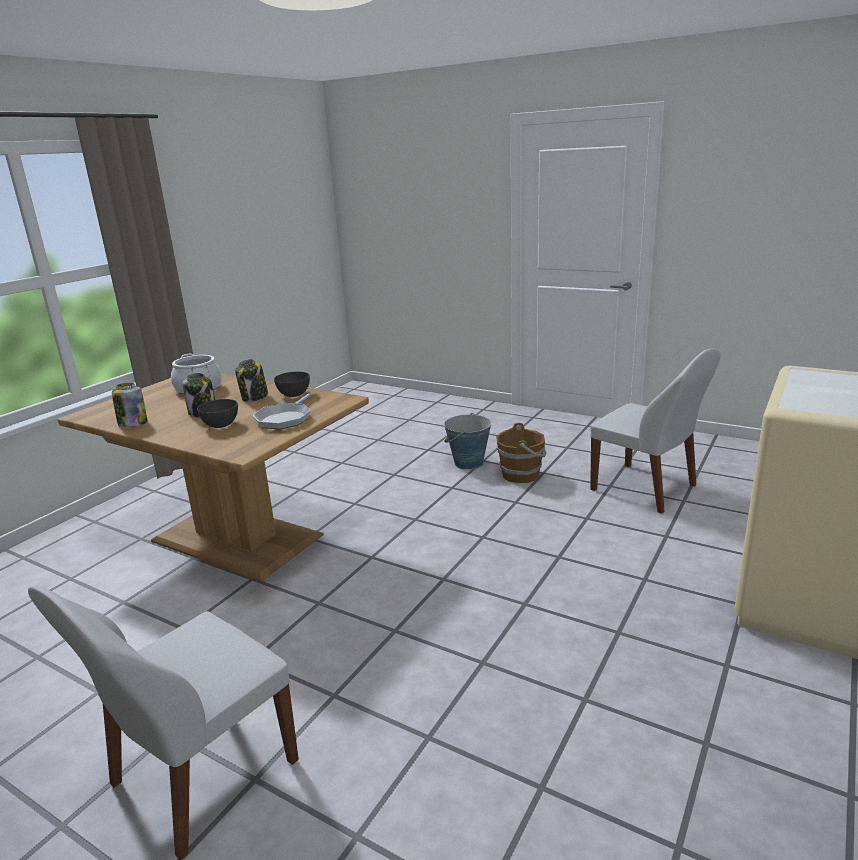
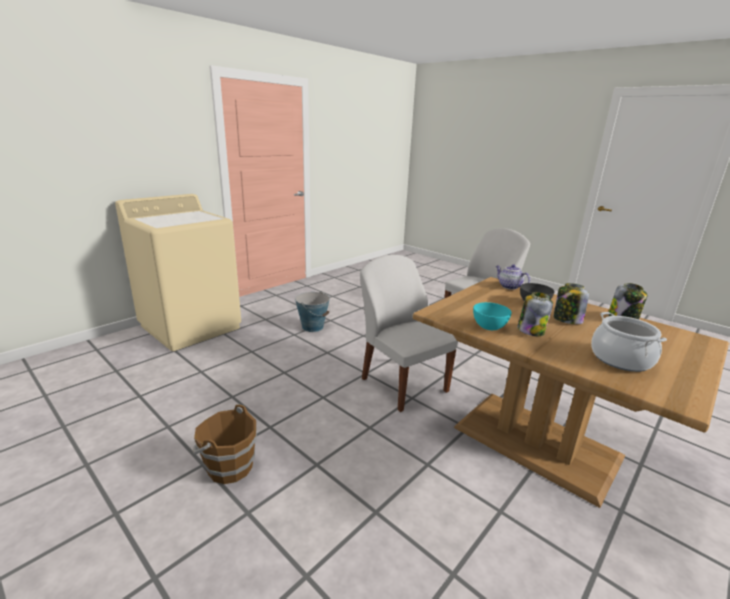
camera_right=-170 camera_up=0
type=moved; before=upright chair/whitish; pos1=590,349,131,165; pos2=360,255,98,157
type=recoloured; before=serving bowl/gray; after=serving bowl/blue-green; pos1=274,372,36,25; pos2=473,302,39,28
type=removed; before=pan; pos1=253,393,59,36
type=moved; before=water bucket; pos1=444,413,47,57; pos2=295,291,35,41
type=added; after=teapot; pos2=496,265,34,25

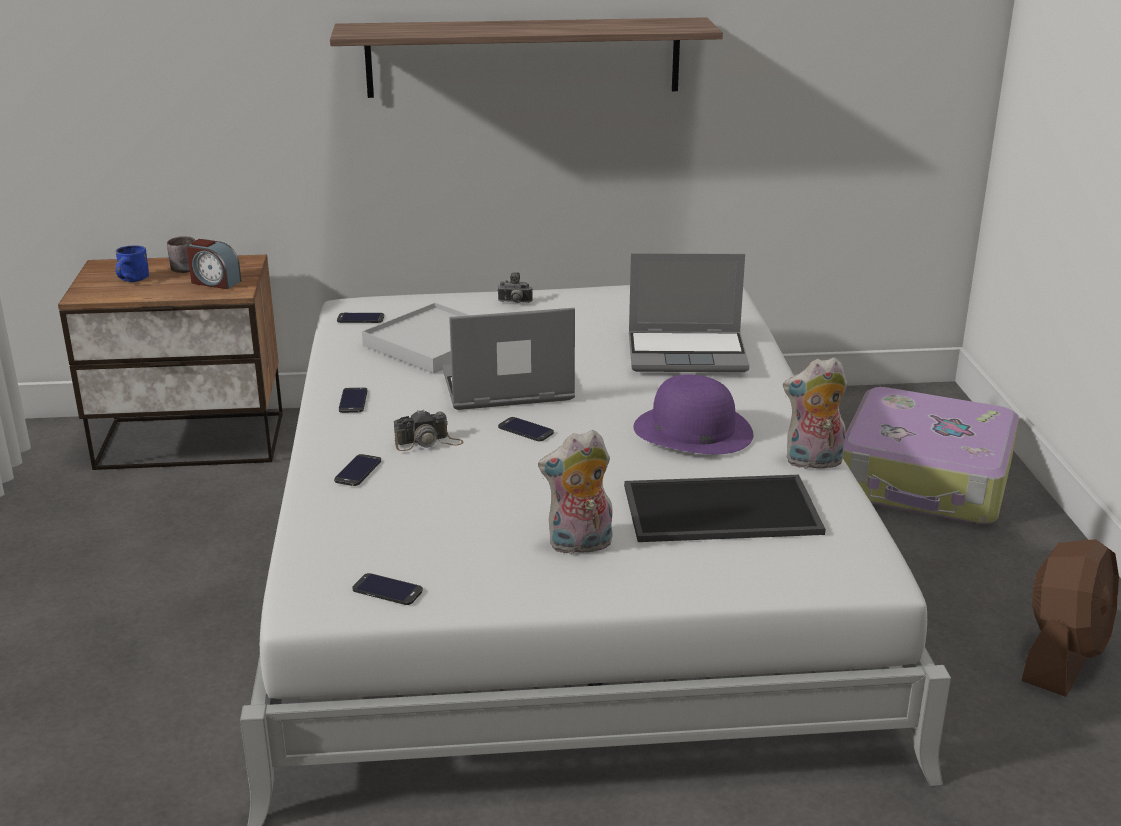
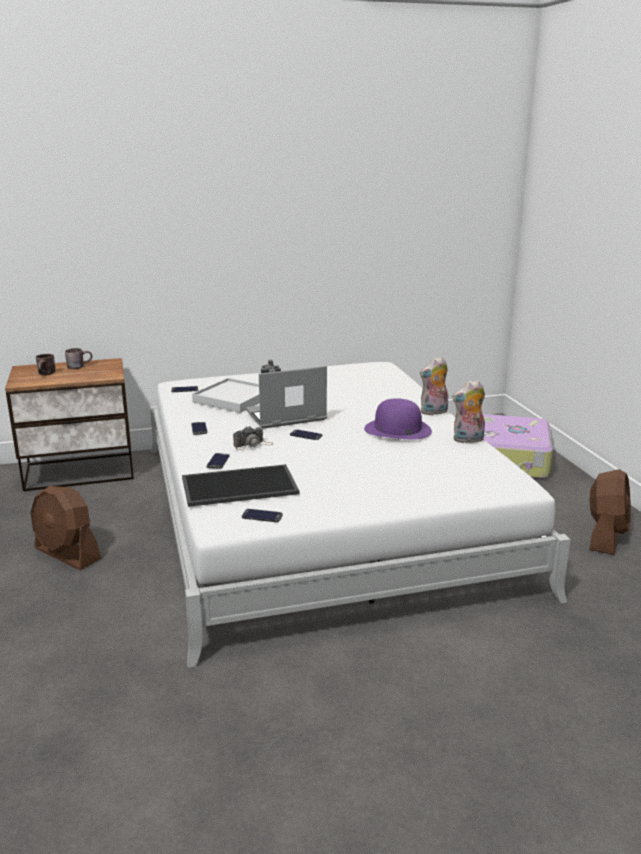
camera_right=-10 camera_up=-5
type=removed; before=wall shelf; pos1=330,17,393,81
type=removed; before=bedside clock; pos1=186,239,55,50
type=recoloured; before=tea mug/blue-coloured; after=tea mug/brownish; pos1=116,245,33,37; pos2=36,354,19,21
type=removed; before=laptop; pos1=629,253,120,119
type=moved; before=cuddly toy; pos1=538,430,75,125; pos2=420,356,28,59
type=moved; before=serving tray; pos1=624,475,201,67; pos2=182,464,118,43
type=added; after=electric fan/brownish; pos2=30,486,71,84

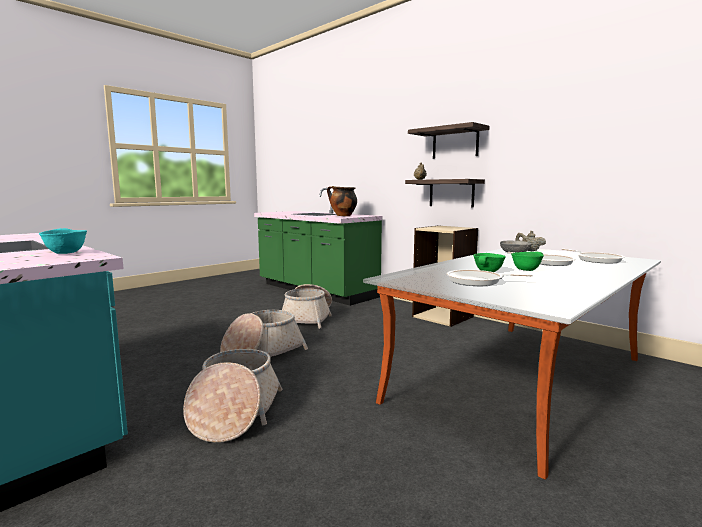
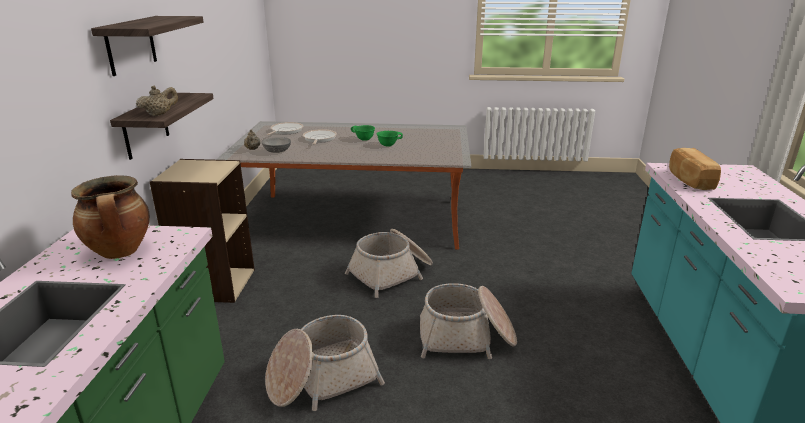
camera_right=-130 camera_up=15
type=replaced; before=serving bowl/blue-green; after=bread; pos1=39,228,48,26; pos2=669,148,52,42
type=removed; before=pan; pos1=447,270,86,16
type=moved; before=basket; pos1=183,349,100,94; pos2=345,229,88,69

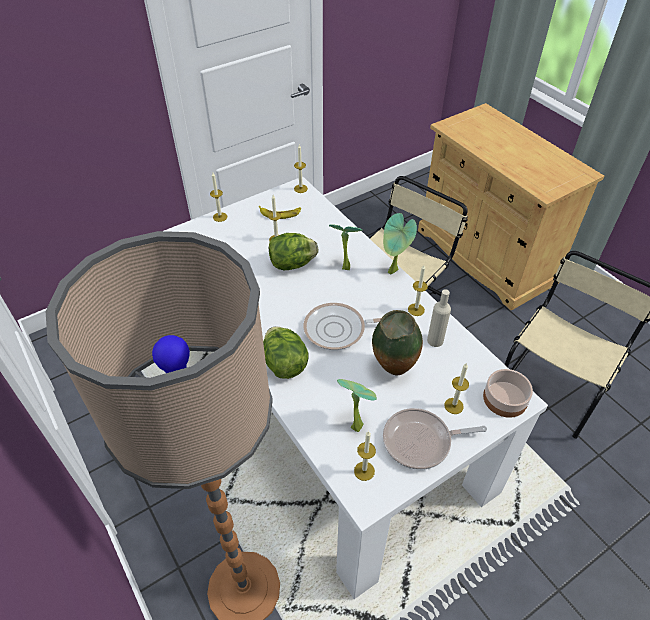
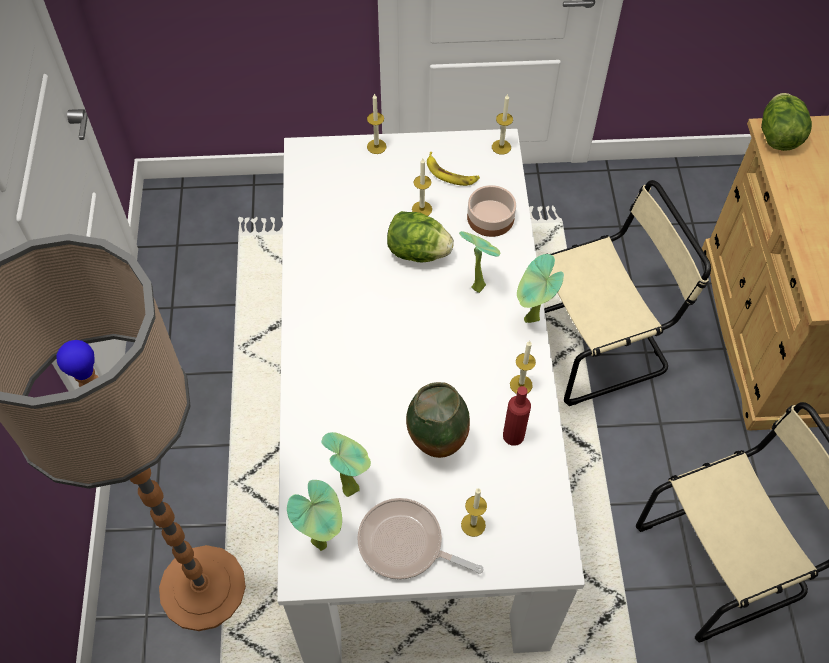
camera_right=30 camera_up=10
type=recoloured; before=beverage bottle/beige; after=beverage bottle/reddish; pos1=427,289,24,58; pos2=503,386,28,60
type=removed; before=pan; pos1=304,303,77,47
type=moved; before=head of lettuce; pos1=263,327,46,52; pos2=761,93,51,58
type=moved; before=serving bowl; pos1=483,369,50,49; pos2=467,185,49,52
type=replaced; before=wax candle; after=potted plant; pos1=354,431,22,50; pos2=287,480,55,71

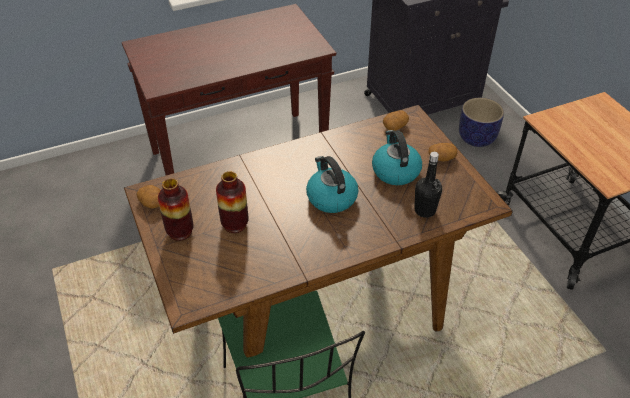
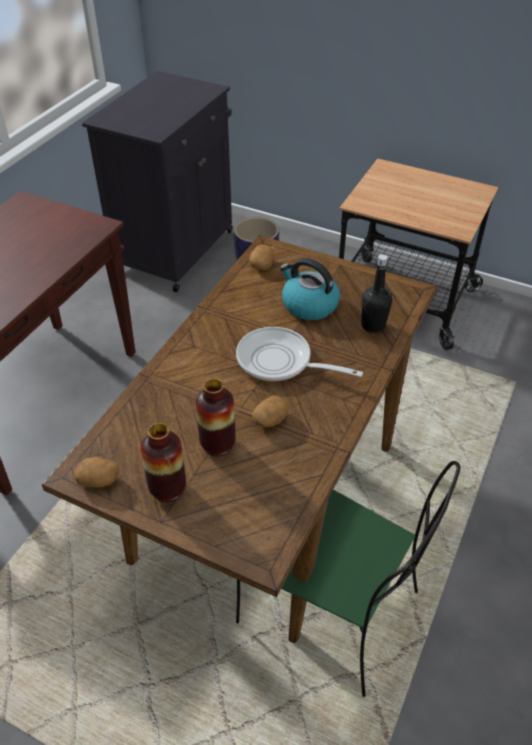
camera_right=-40 camera_up=0
type=moved; before=whole potato; pos1=428,143,30,19; pos2=252,396,37,32
type=replaced; before=water kettle; after=pan; pos1=306,156,52,57; pos2=236,327,127,54

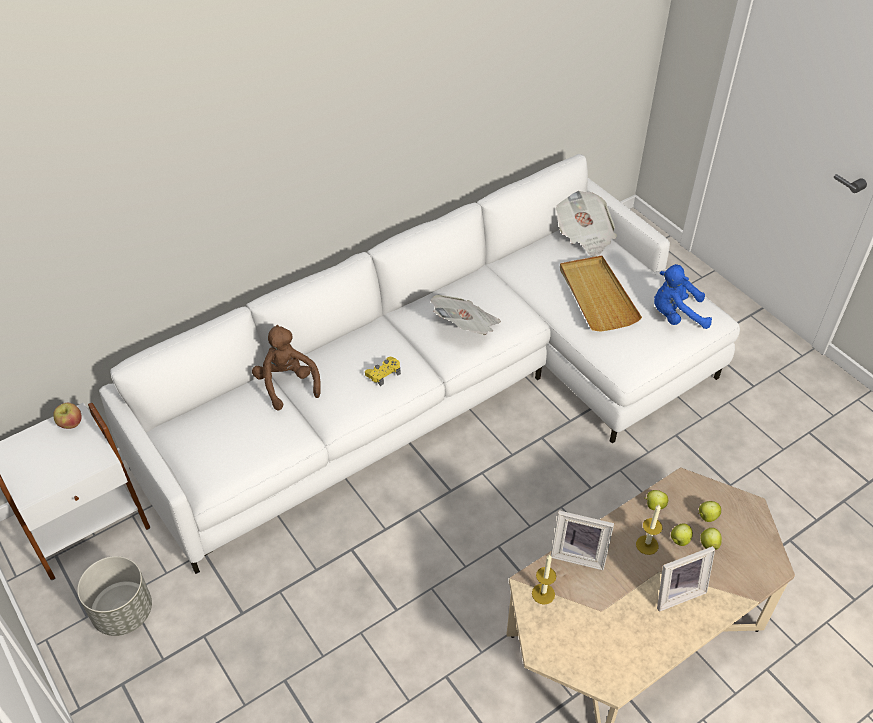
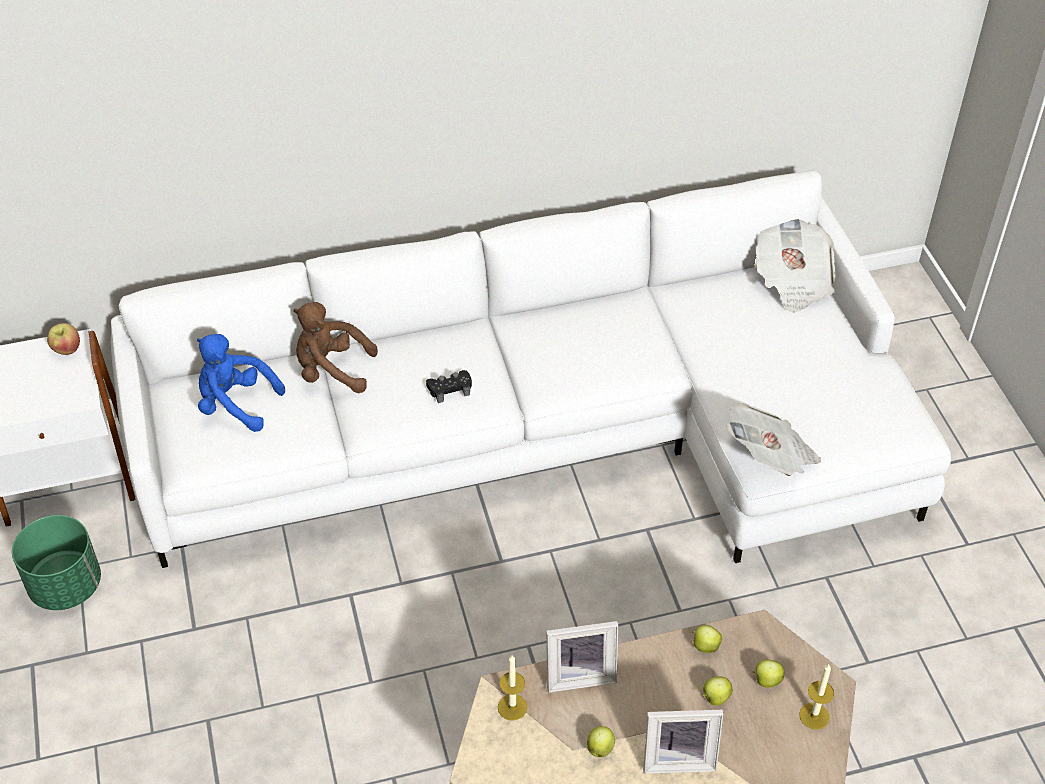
camera_right=20 camera_up=0
type=removed; before=serving tray/beige; pos1=560,256,82,75
type=moved; before=cuddly toy/blue-coloured; pos1=654,264,58,65; pos2=197,334,88,98
type=moved; before=newspaper; pos1=431,295,70,40; pos2=726,403,95,73
type=turned; before=cuddly toy/brownish; pos1=252,325,69,86; pos2=293,302,85,92; turn=-75
type=recoloured; before=joypad/yellow; after=joypad/black-coloured; pos1=365,357,36,29; pos2=426,370,46,33
type=moved; before=wax candle; pos1=636,505,26,50; pos2=799,664,35,65
type=turned; before=picture frame; pos1=551,510,63,60; pos2=546,621,72,71; turn=-45
type=moved; before=apple; pos1=700,528,22,22; pos2=587,726,28,31
type=recoloured; before=planter/gray; after=planter/greenish; pos1=77,556,75,80; pos2=12,515,89,95

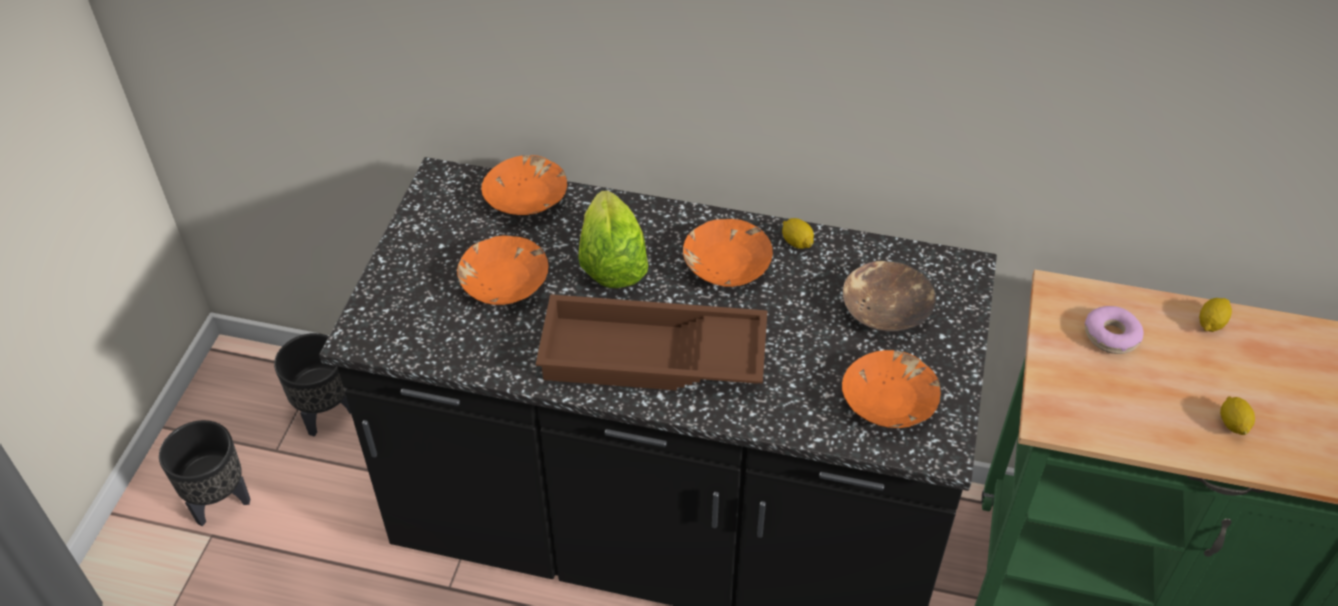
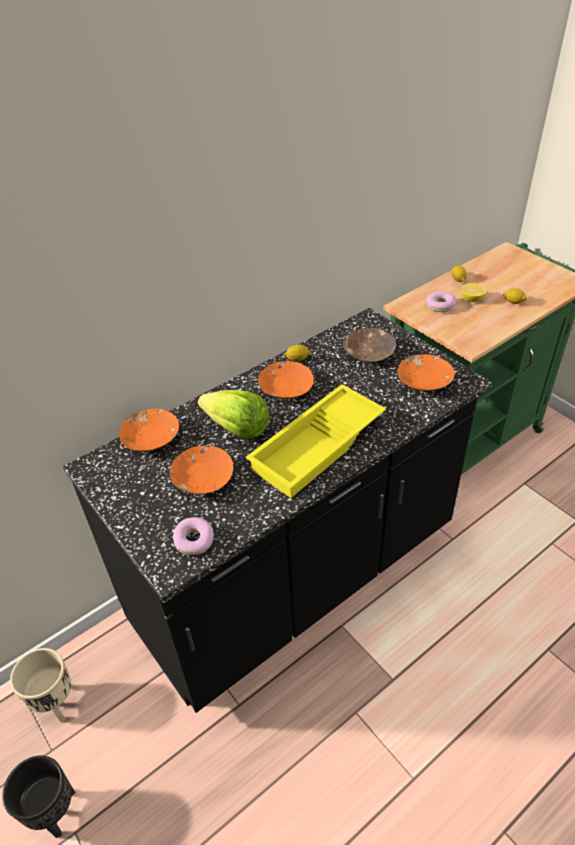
camera_right=-50 camera_up=-5
type=recoloured; before=serving tray/brownish; after=serving tray/yellow; pos1=536,294,232,97; pos2=246,384,140,114
type=recoloured; before=planter/black-coloured; after=planter/beige; pos1=274,333,77,104; pos2=10,648,63,74
type=added; after=citrus fruit; pos2=461,283,26,19
type=added; after=ring doughnut; pos2=173,517,41,38

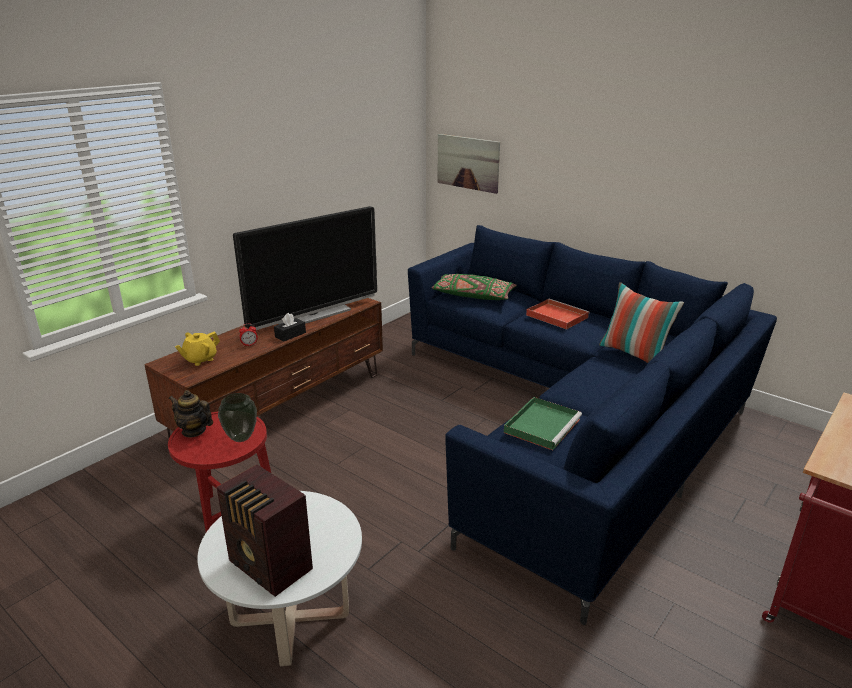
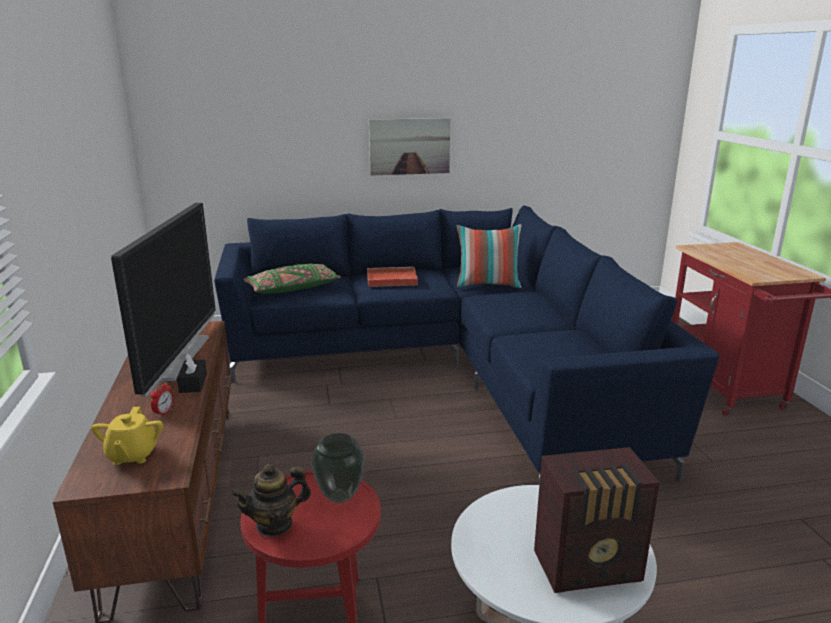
camera_right=-50 camera_up=-5
type=moved; before=wall art; pos1=437,134,63,60; pos2=369,118,81,57
type=removed; before=serving tray/greenish; pos1=504,397,78,53

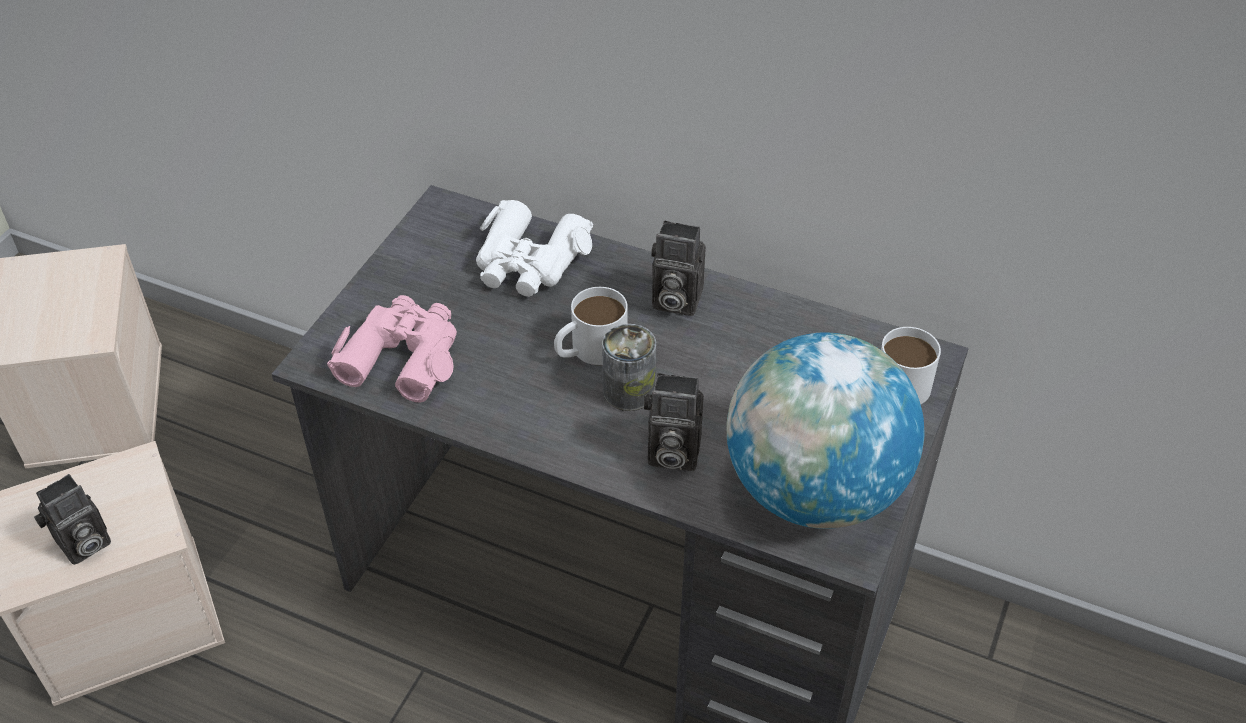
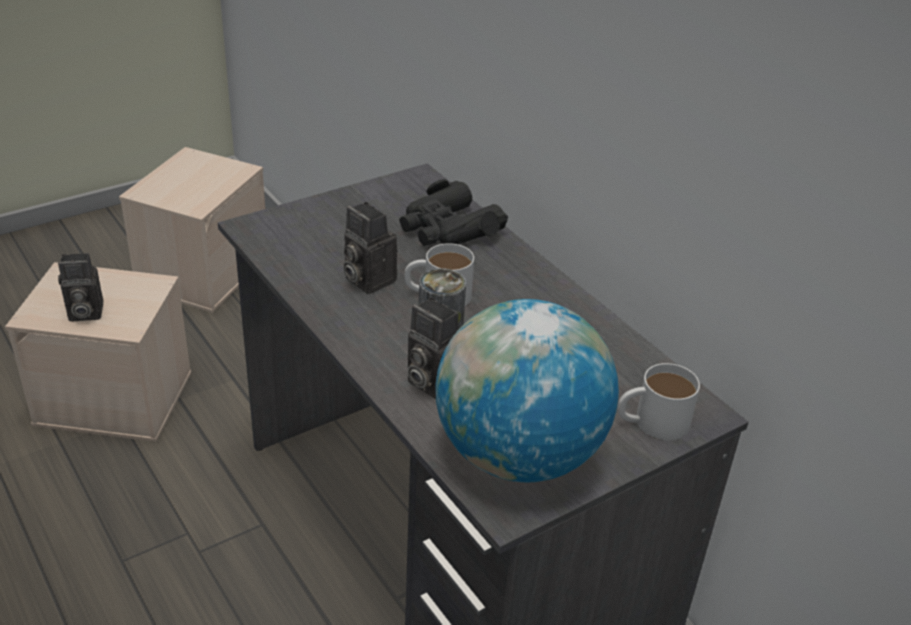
camera_right=30 camera_up=-10
type=recoloured; before=field glasses/whitish; after=field glasses/black-coloured; pos1=476,200,117,97; pos2=399,179,109,67
type=moved; before=photo camera; pos1=651,221,55,95; pos2=343,202,54,92
type=removed; before=field glasses/pink; pos1=327,295,130,107

